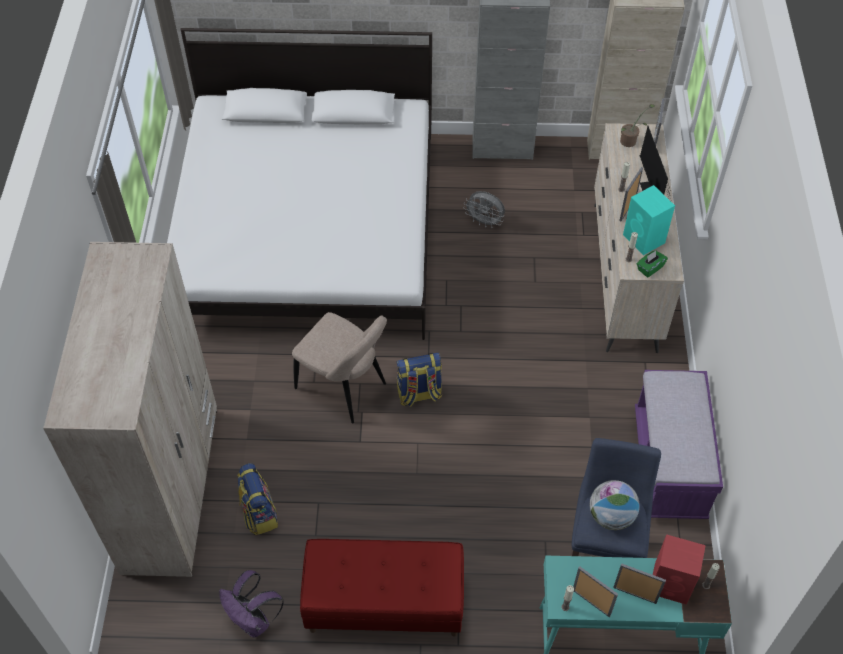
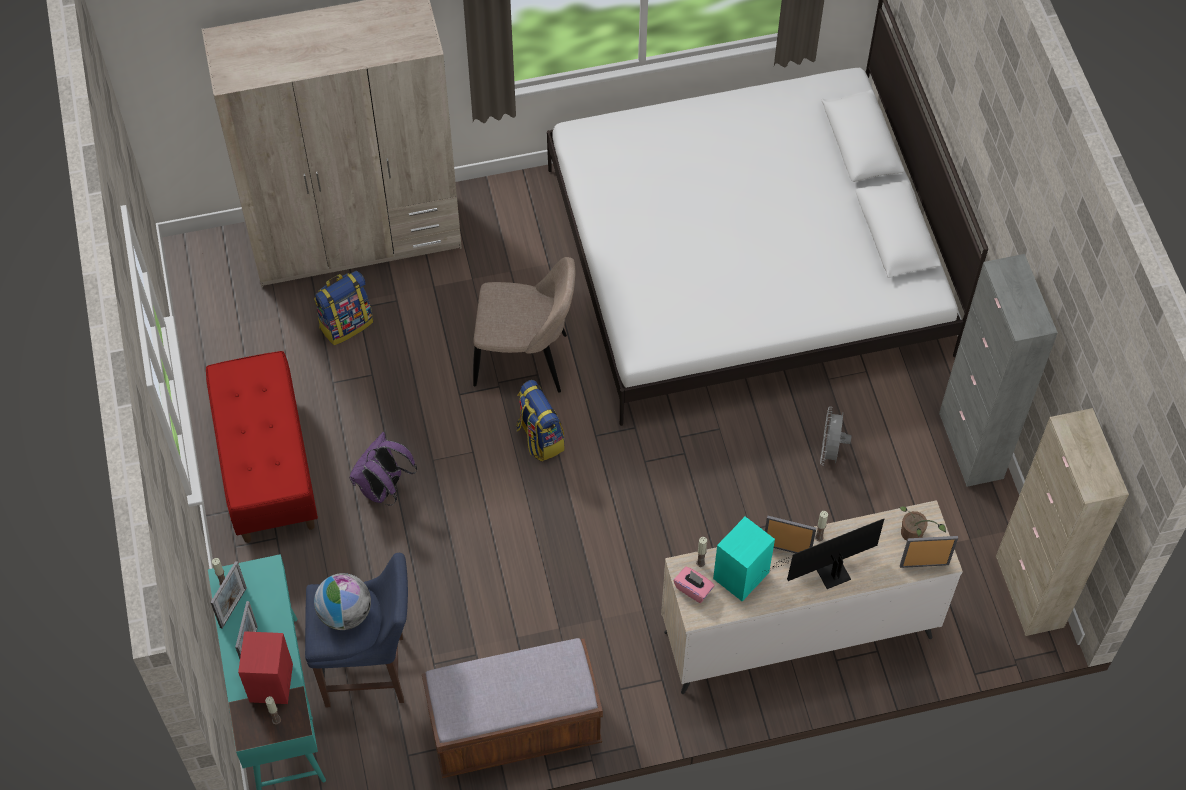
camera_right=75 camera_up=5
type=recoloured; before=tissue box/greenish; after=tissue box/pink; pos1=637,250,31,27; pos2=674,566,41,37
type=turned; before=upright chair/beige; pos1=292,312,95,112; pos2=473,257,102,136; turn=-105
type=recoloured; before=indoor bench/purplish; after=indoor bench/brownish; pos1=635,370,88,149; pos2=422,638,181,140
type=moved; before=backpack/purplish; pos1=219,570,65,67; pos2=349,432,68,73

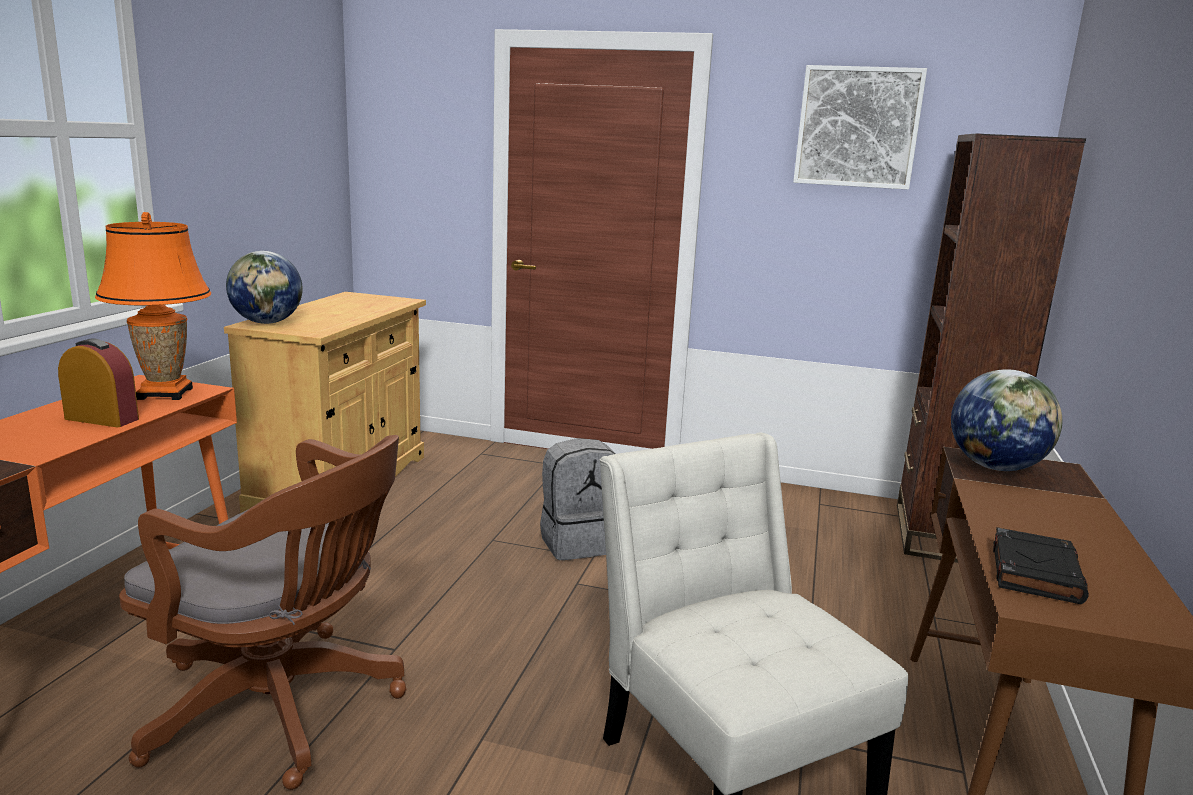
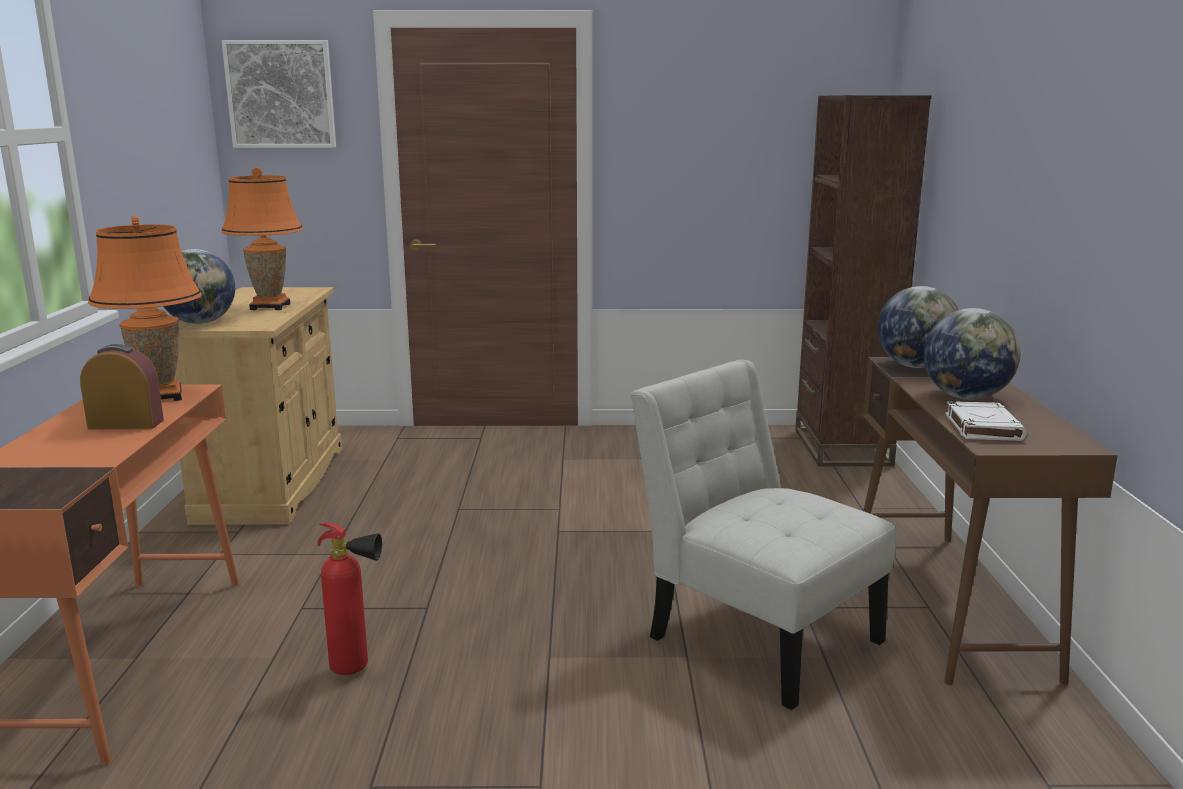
camera_right=-15 camera_up=0
type=moved; before=wall art; pos1=793,65,134,125; pos2=221,40,115,108
type=replaced; before=office chair/brownish; after=fire extinguisher; pos1=119,435,288,355; pos2=318,522,64,153
type=removed; before=backpack/gray; pos1=540,438,76,122
type=recoloured; before=bound book/black-coloured; after=bound book/whitish; pos1=993,527,96,77; pos2=945,401,82,40
type=added; after=tabletop lamp/orange-coloured; pos2=221,167,82,143
type=added; after=desk globe; pos2=924,308,96,92

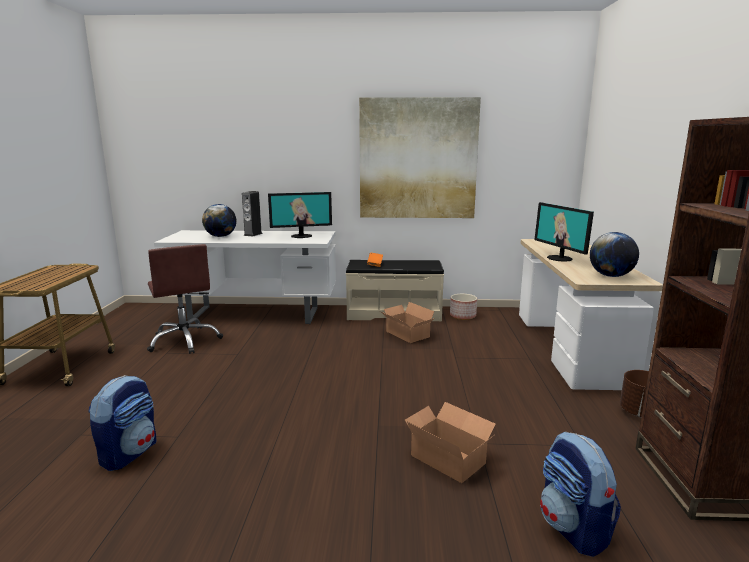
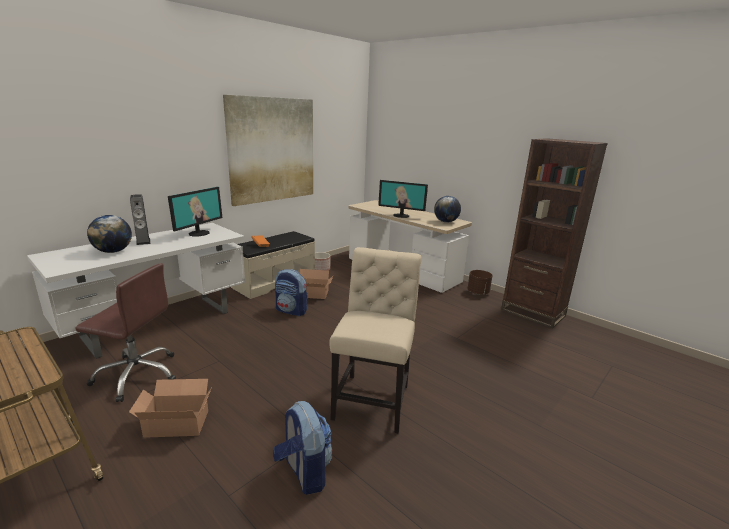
camera_right=-50 camera_up=5
type=moved; before=packing box; pos1=405,402,90,81; pos2=129,379,83,59
type=moved; before=backpack; pos1=540,432,81,125; pos2=275,269,33,47
type=added; after=upright chair/beige; pos2=329,247,93,186

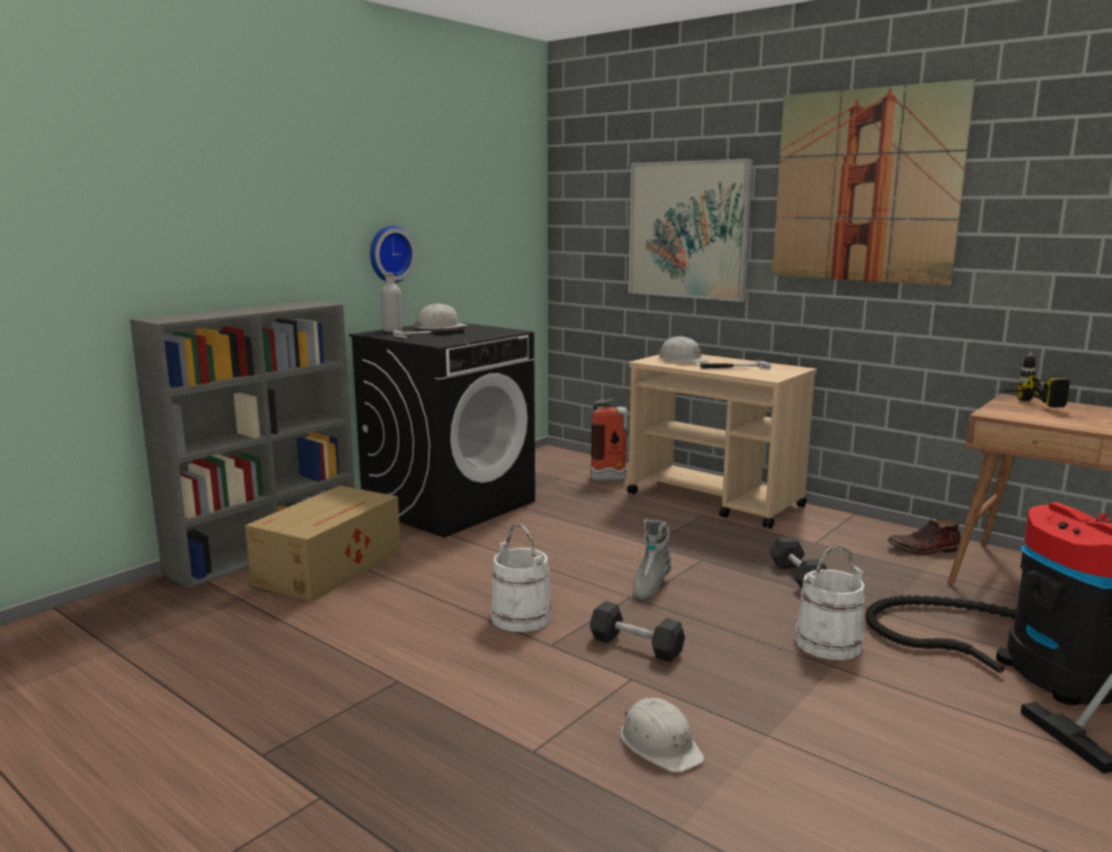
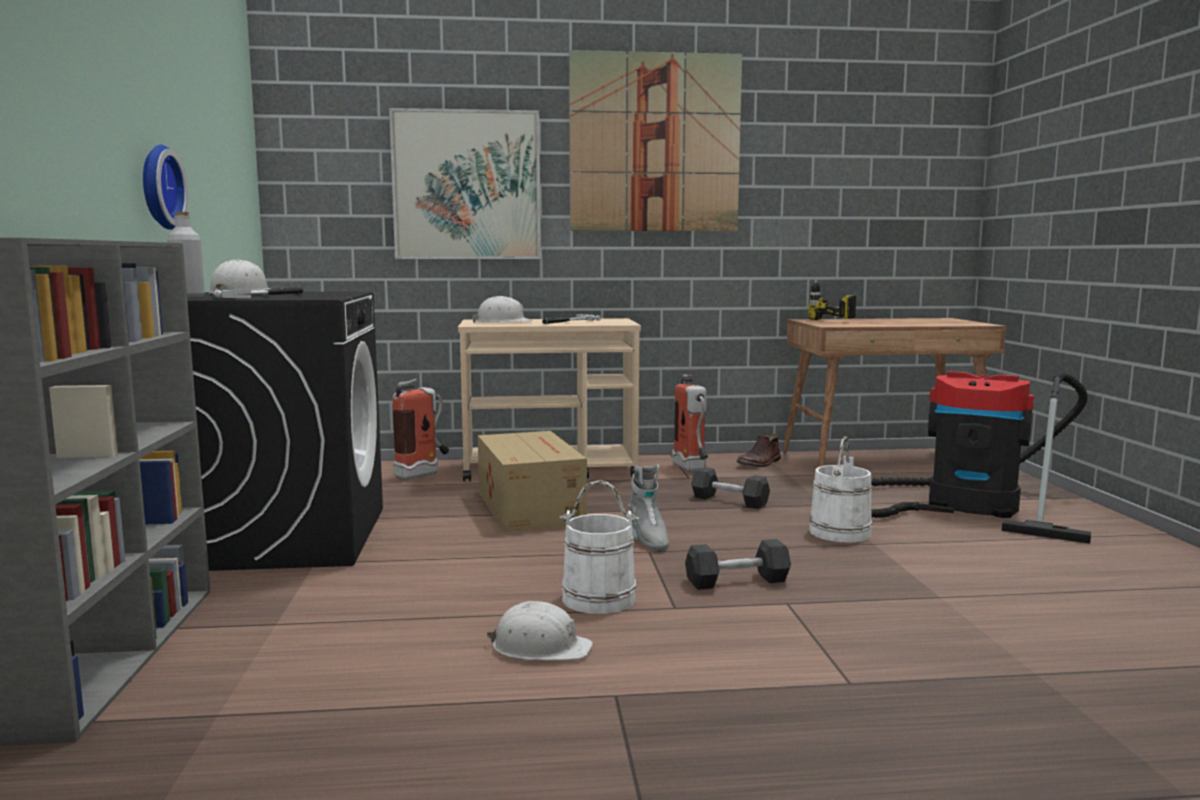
camera_right=-45 camera_up=-5
type=moved; before=packing box; pos1=245,485,156,117; pos2=478,431,109,101
type=moved; before=work helmet/whitish; pos1=621,698,84,75; pos2=487,601,106,59
type=added; after=fire extinguisher; pos2=672,374,36,98

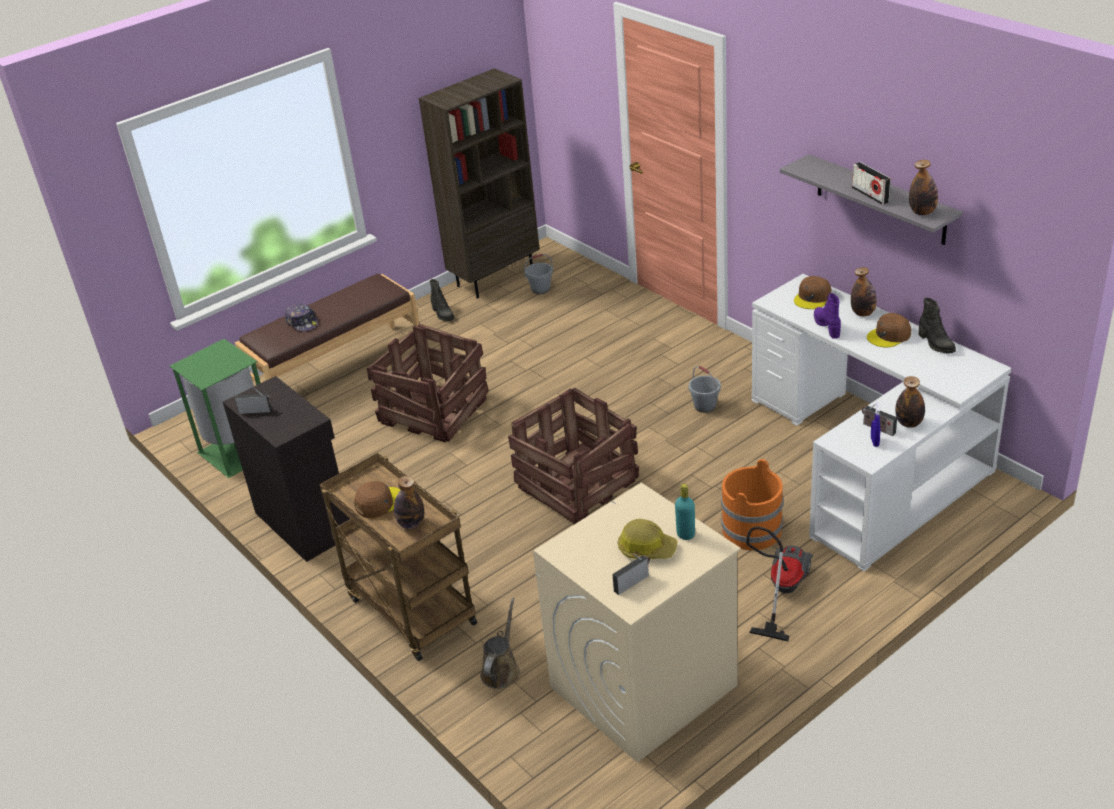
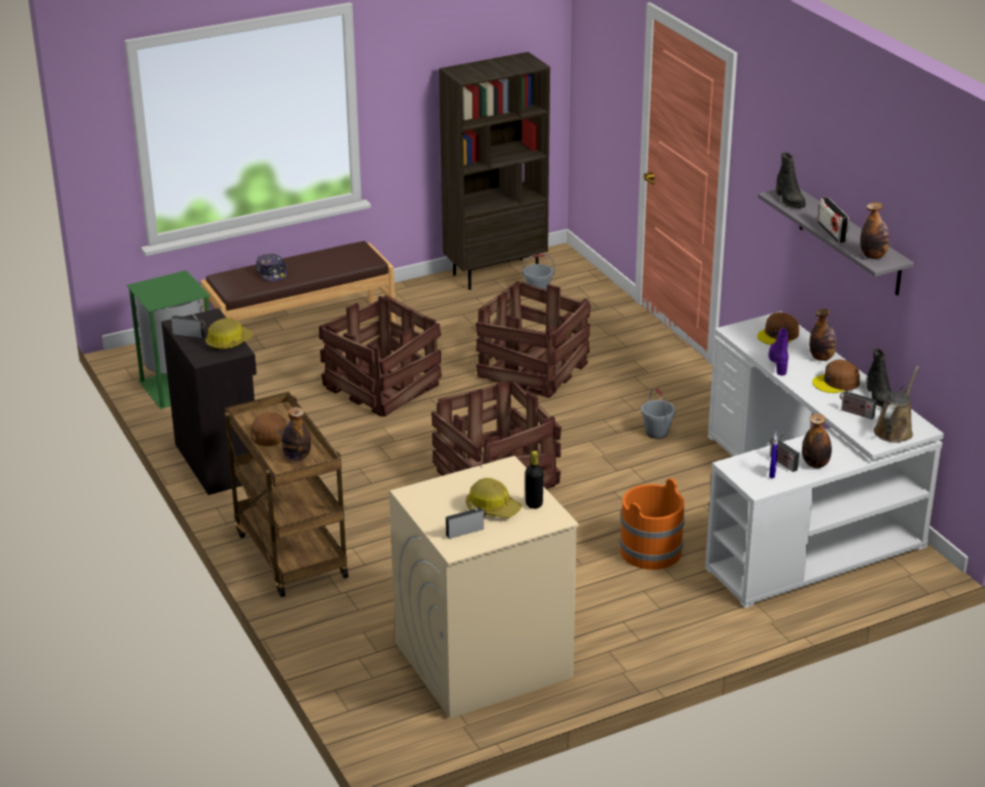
camera_right=10 camera_up=-5
type=moved; before=tall boot/black-coloured; pos1=430,279,25,42; pos2=776,152,30,56
type=recoloured; before=beverage bottle/blue-green; after=beverage bottle/black-coloured; pos1=675,484,20,56; pos2=525,451,19,58
type=removed; before=hoover; pos1=746,527,67,114
type=moved; before=watering pot/brownish; pos1=480,598,40,91; pos2=874,366,45,77
type=added; after=crate; pos2=476,281,115,117
type=added; after=work helmet; pos2=205,318,48,32
type=added; after=radio set; pos2=840,386,37,33

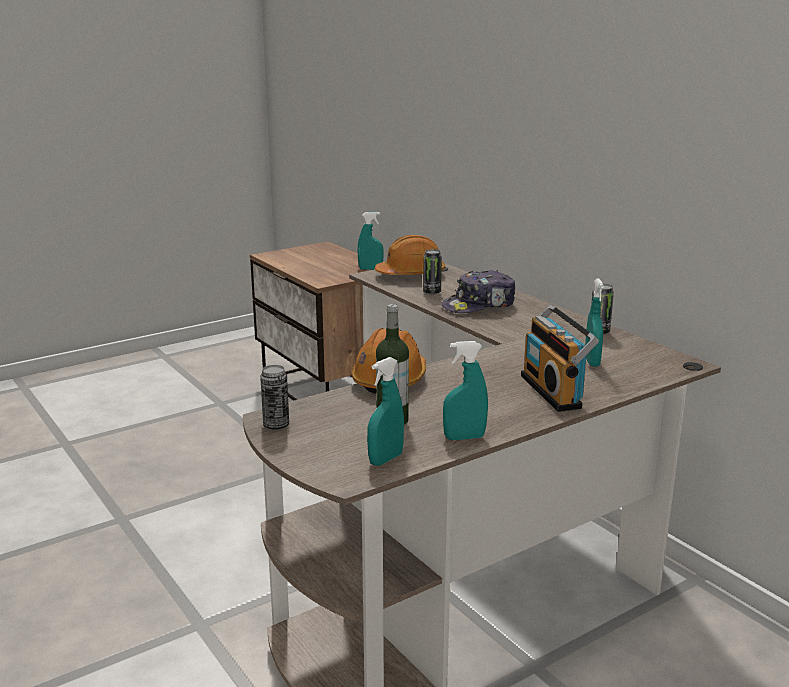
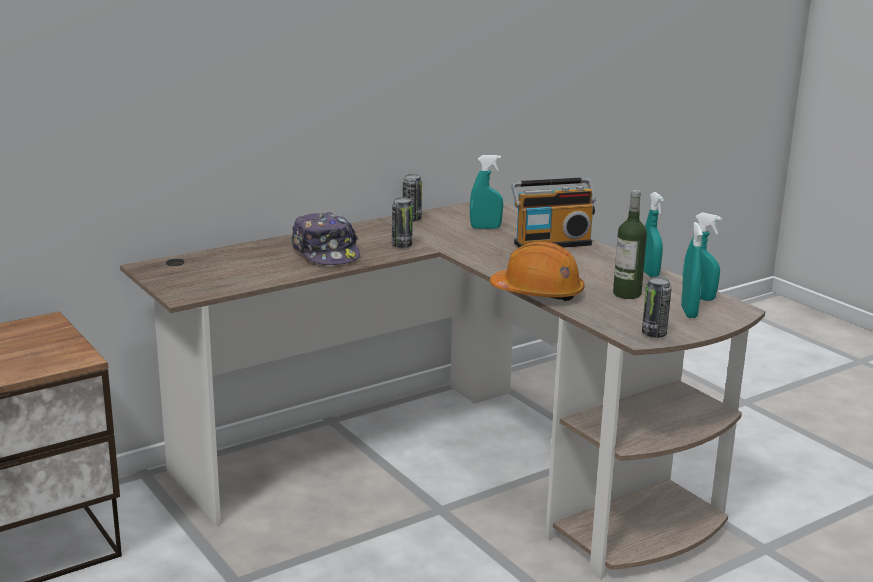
camera_right=-90 camera_up=0
type=moved; before=spray bottle/blue-green; pos1=358,212,26,58; pos2=681,222,22,96
type=removed; before=work helmet/orange-coloured; pos1=375,235,70,40
type=moved; before=sealed can; pos1=423,249,19,45; pos2=392,197,21,51

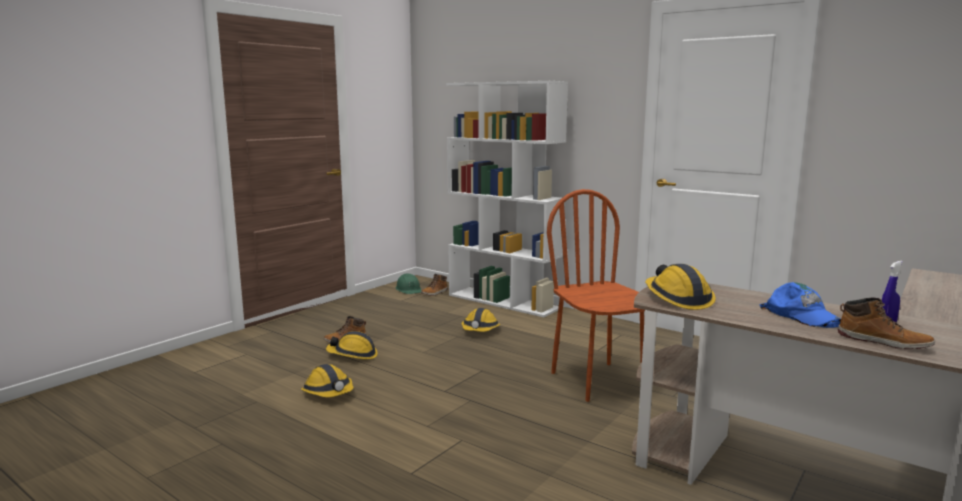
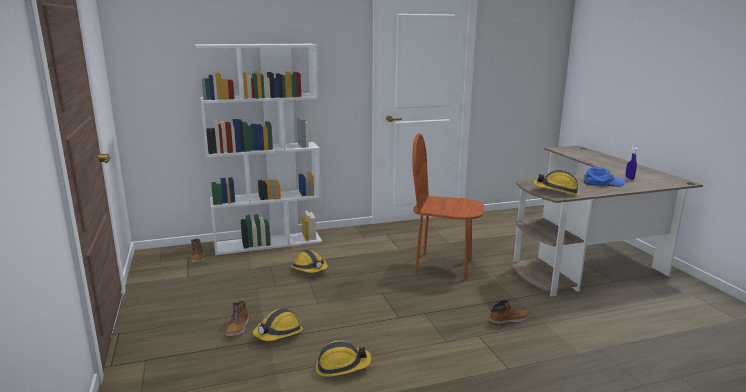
camera_right=-55 camera_up=5
type=removed; before=work helmet/greenish; pos1=395,273,26,21
type=moved; before=tall boot; pos1=838,298,97,51; pos2=489,300,41,25

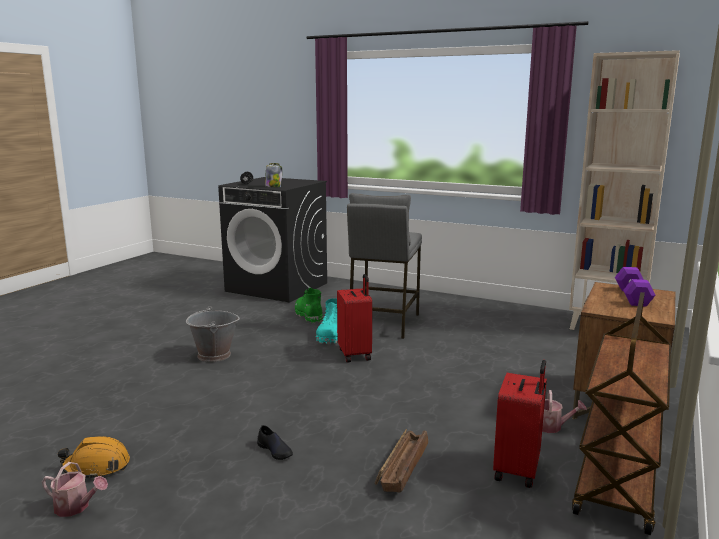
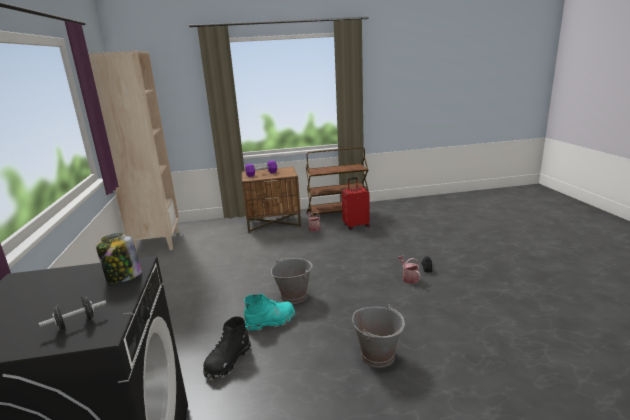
camera_right=-125 camera_up=5
type=removed; before=stool seat/gray; pos1=347,193,75,146
type=replaced; before=travel case/reddish; after=water bucket/gray; pos1=337,274,35,88; pos2=271,258,42,46
type=recoloured; before=tall boot/greenish; after=tall boot/black-coloured; pos1=295,288,28,35; pos2=203,316,48,65
type=removed; before=crate; pos1=374,429,54,63
type=removed; before=work helmet/orange-coloured; pos1=58,436,72,44
type=moved; before=watering pot; pos1=42,462,66,55; pos2=398,255,23,29

